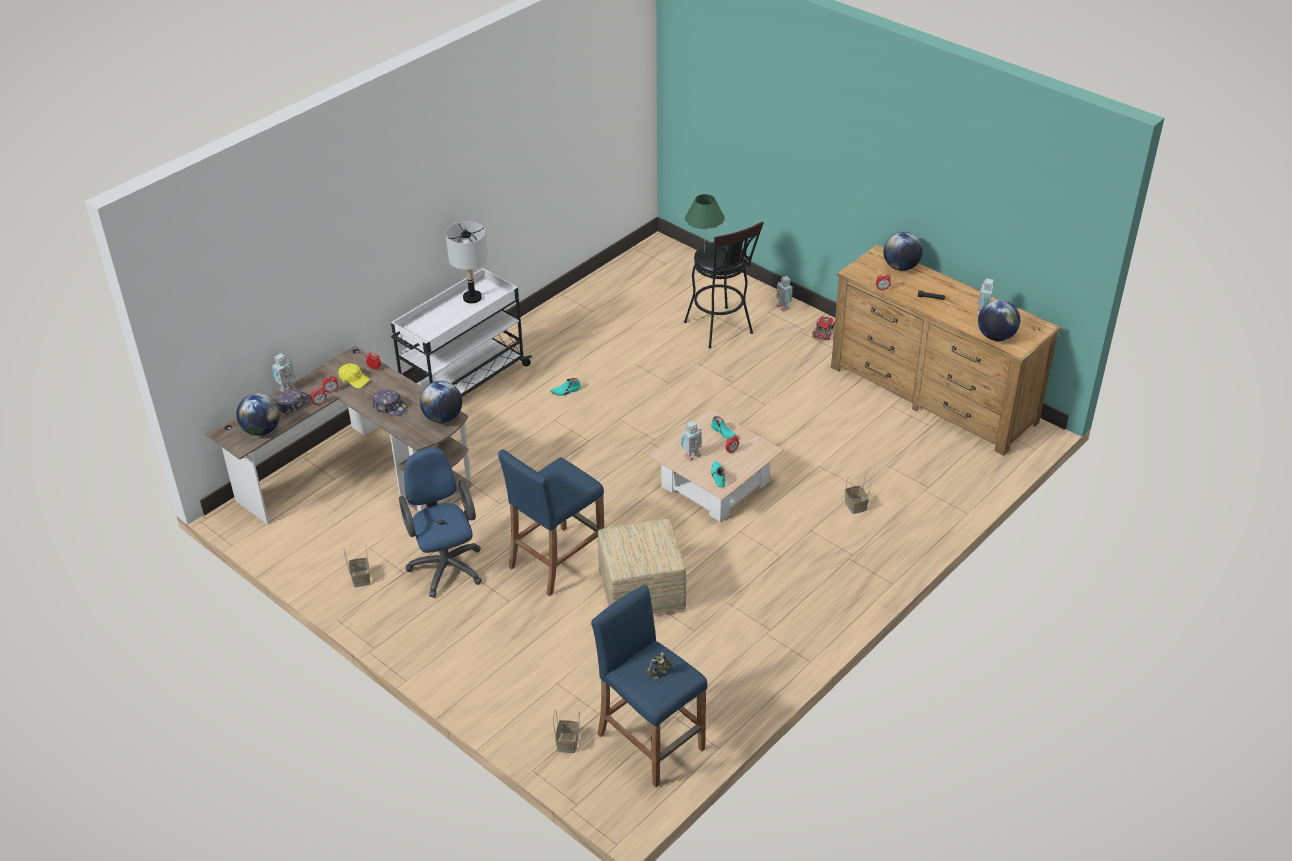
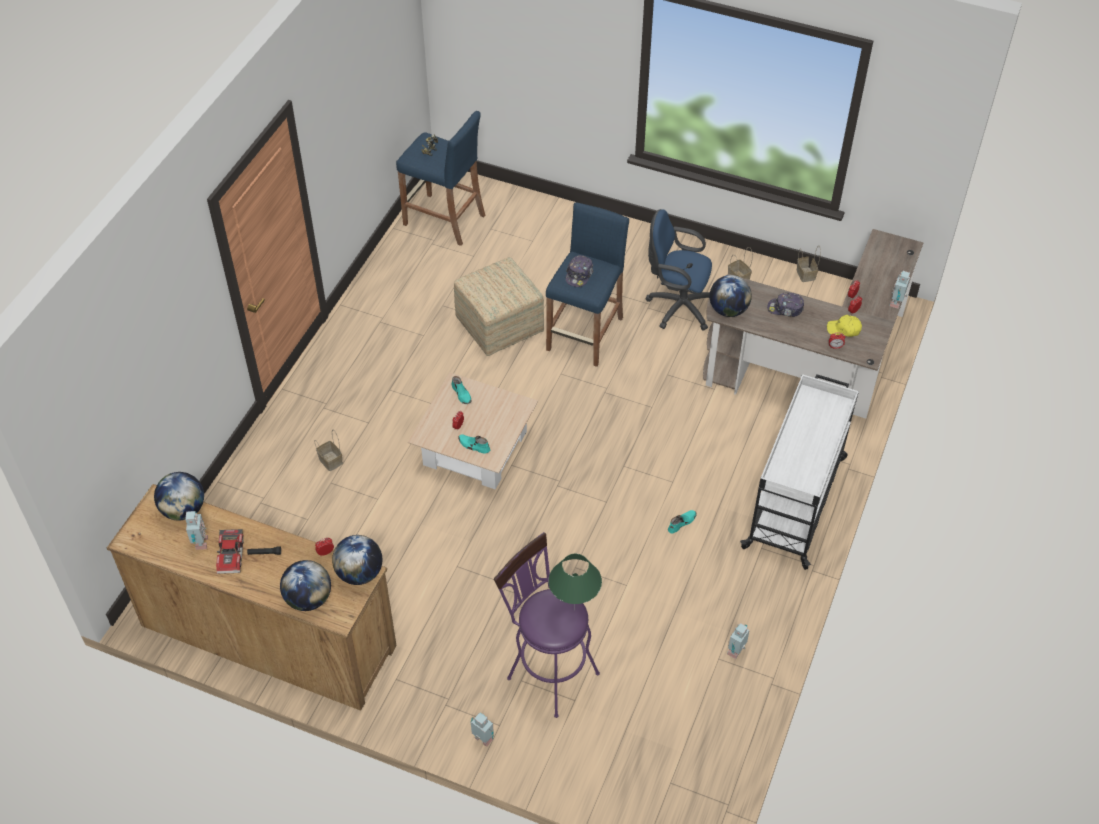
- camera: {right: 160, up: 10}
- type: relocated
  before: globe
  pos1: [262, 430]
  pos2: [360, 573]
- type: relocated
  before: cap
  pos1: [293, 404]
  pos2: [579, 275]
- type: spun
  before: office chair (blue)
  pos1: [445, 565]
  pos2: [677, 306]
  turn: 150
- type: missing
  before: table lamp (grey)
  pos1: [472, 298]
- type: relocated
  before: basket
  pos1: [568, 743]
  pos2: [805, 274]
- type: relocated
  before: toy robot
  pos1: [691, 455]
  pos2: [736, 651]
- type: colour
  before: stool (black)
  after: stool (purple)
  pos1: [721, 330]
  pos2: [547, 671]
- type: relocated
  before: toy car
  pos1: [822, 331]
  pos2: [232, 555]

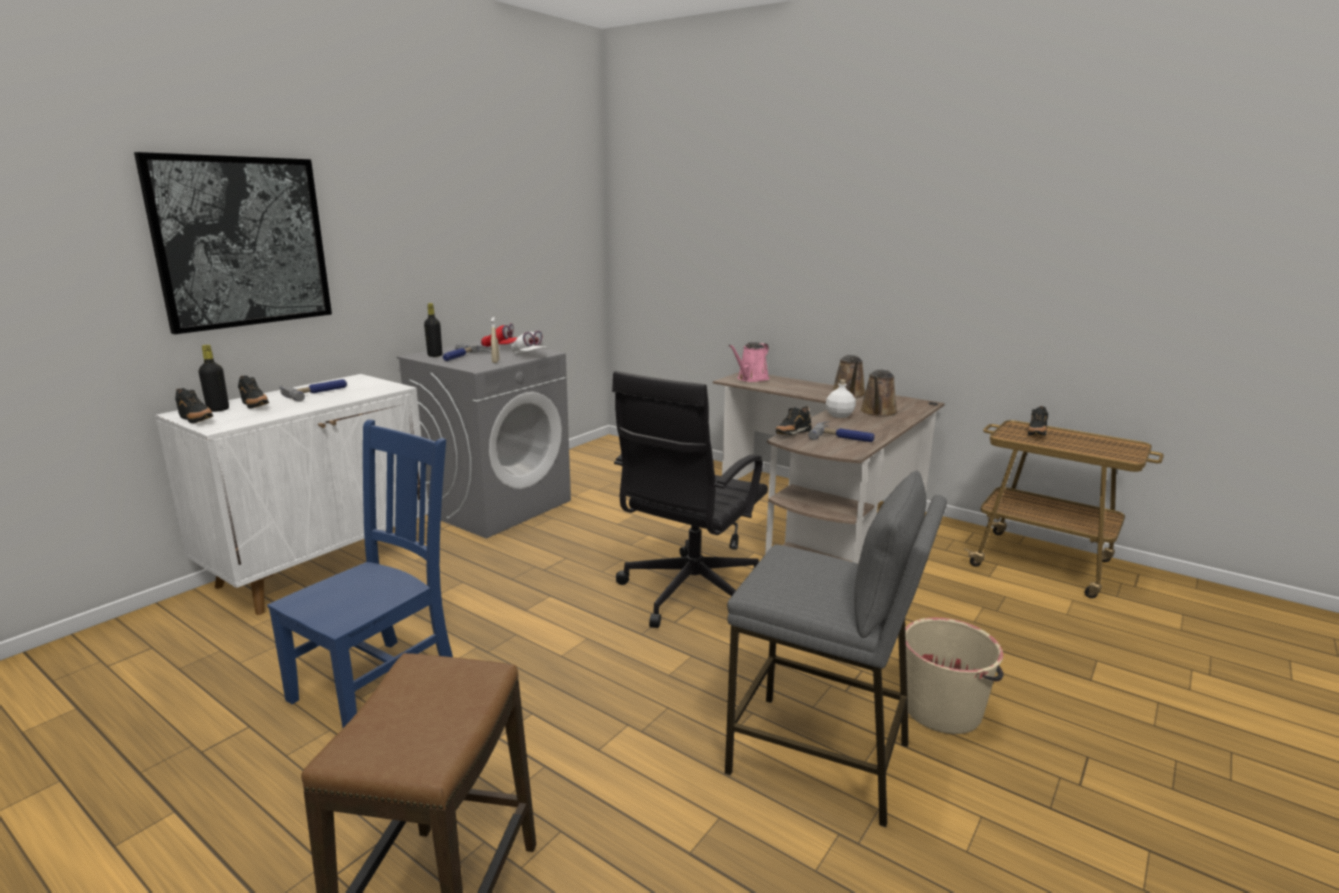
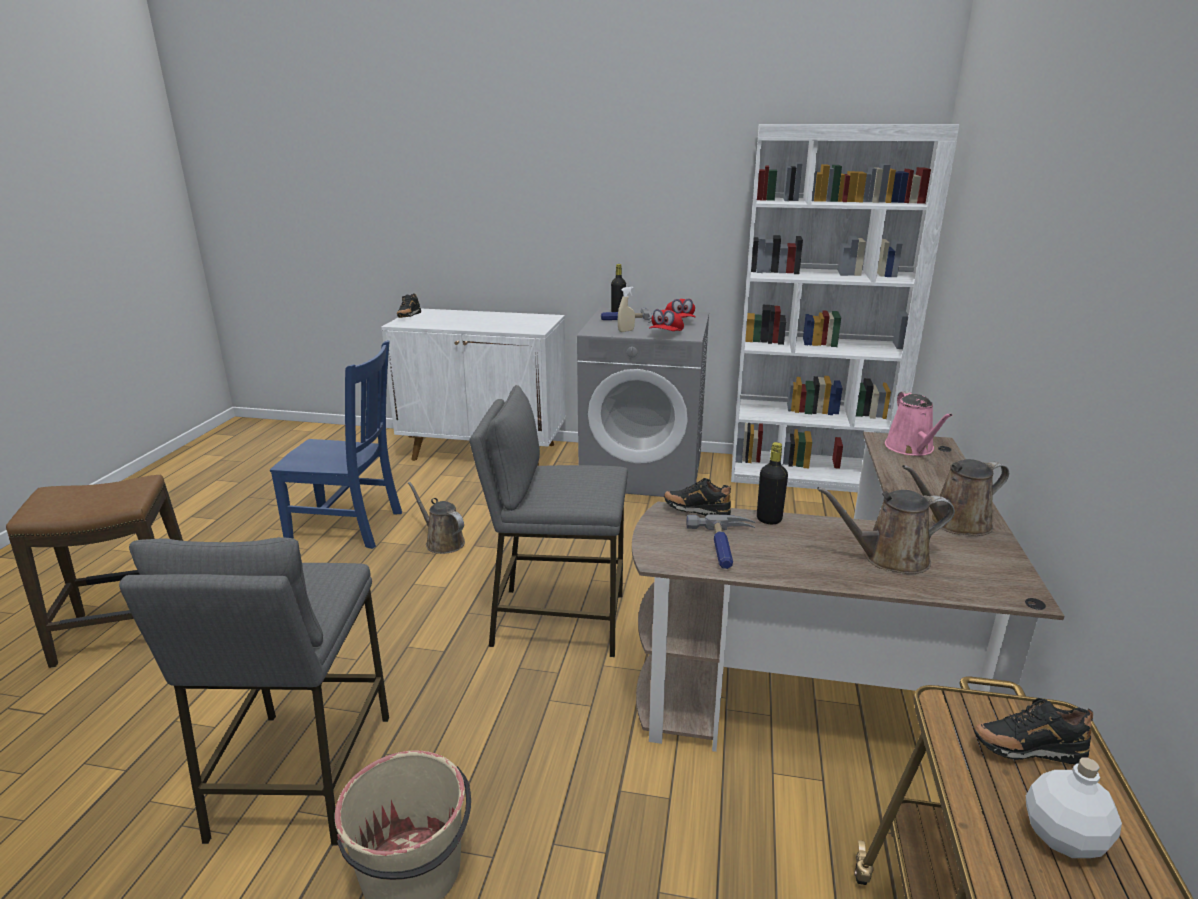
- camera: {right: 65, up: 5}
- type: missing
  before: picture
  pos1: [242, 242]
- type: relocated
  before: bottle (black)
  pos1: [218, 409]
  pos2: [769, 519]
- type: missing
  before: shoe (black)
  pos1: [254, 406]
- type: missing
  before: hammer
  pos1: [315, 392]
- type: colour
  before: cap (white)
  after: cap (red)
  pos1: [530, 355]
  pos2: [666, 334]
- type: exchanged
  before: office chair (black)
  after: stool (grey)
  pos1: [689, 594]
  pos2: [558, 619]
- type: spun
  before: watering can (pink)
  pos1: [751, 379]
  pos2: [911, 448]
  turn: -105
- type: relocated
  before: bottle (white)
  pos1: [839, 415]
  pos2: [1063, 836]
- type: appeared
  after: watering can (brown)
  pos2: [442, 542]
- type: appeared
  after: bookcase (white)
  pos2: [809, 475]

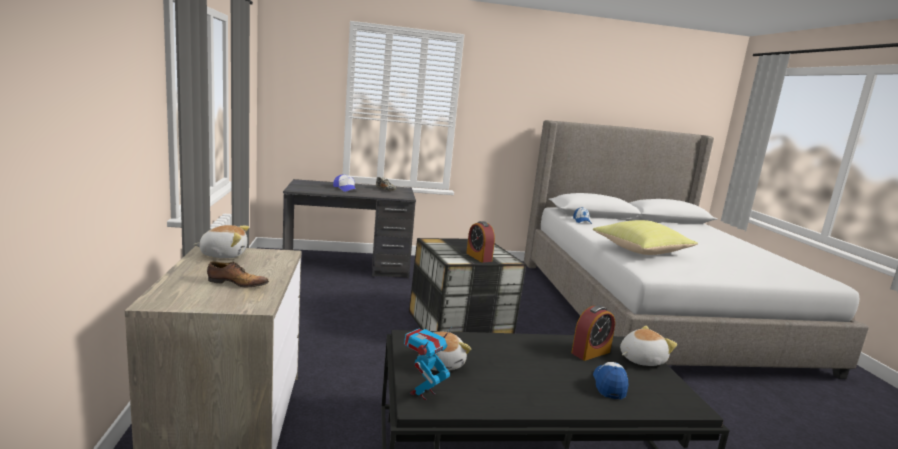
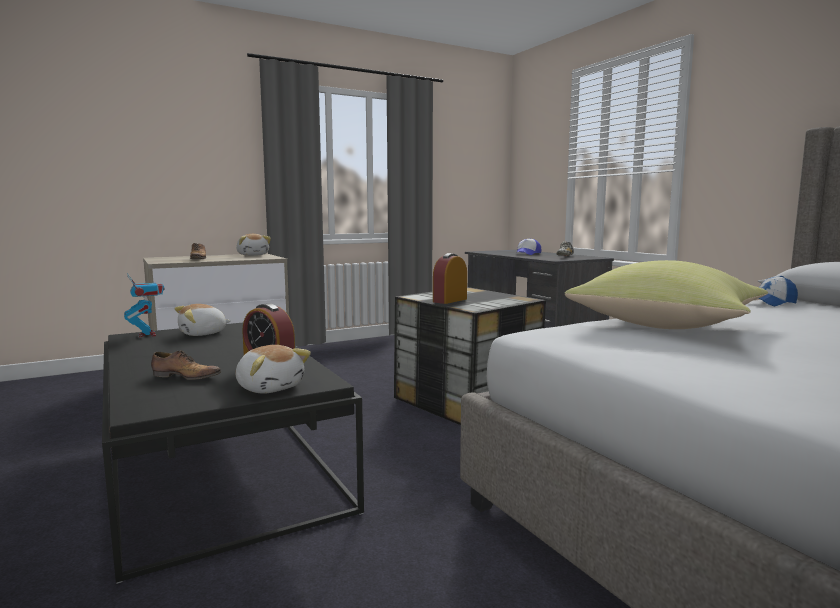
- camera: {right: 70, up: -5}
- type: spun
  before: toy robot
  pos1: [423, 393]
  pos2: [147, 335]
  turn: 45
- type: exchanged
  before: cap
  after: shoe
  pos1: [609, 385]
  pos2: [185, 377]

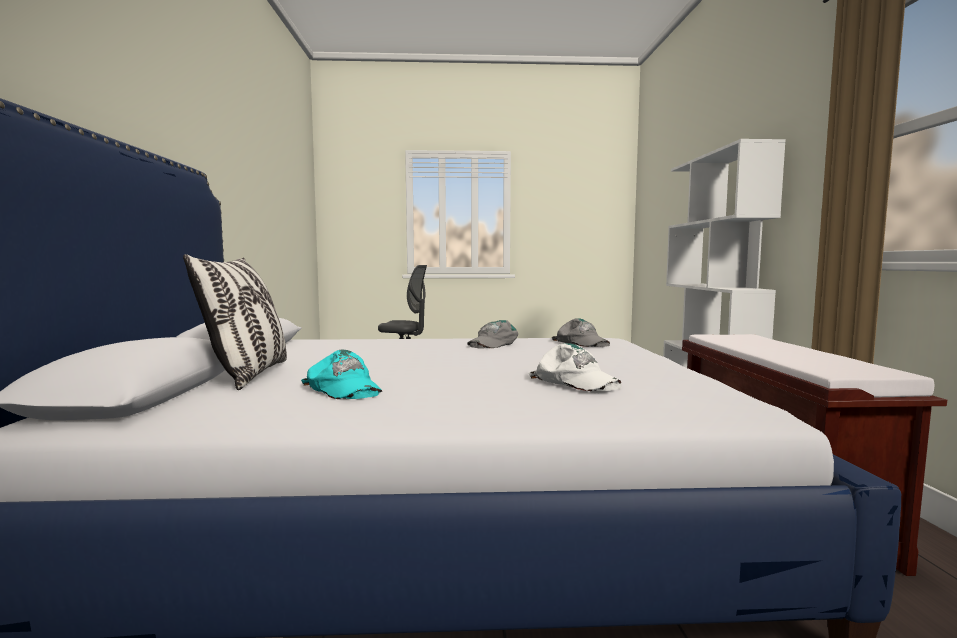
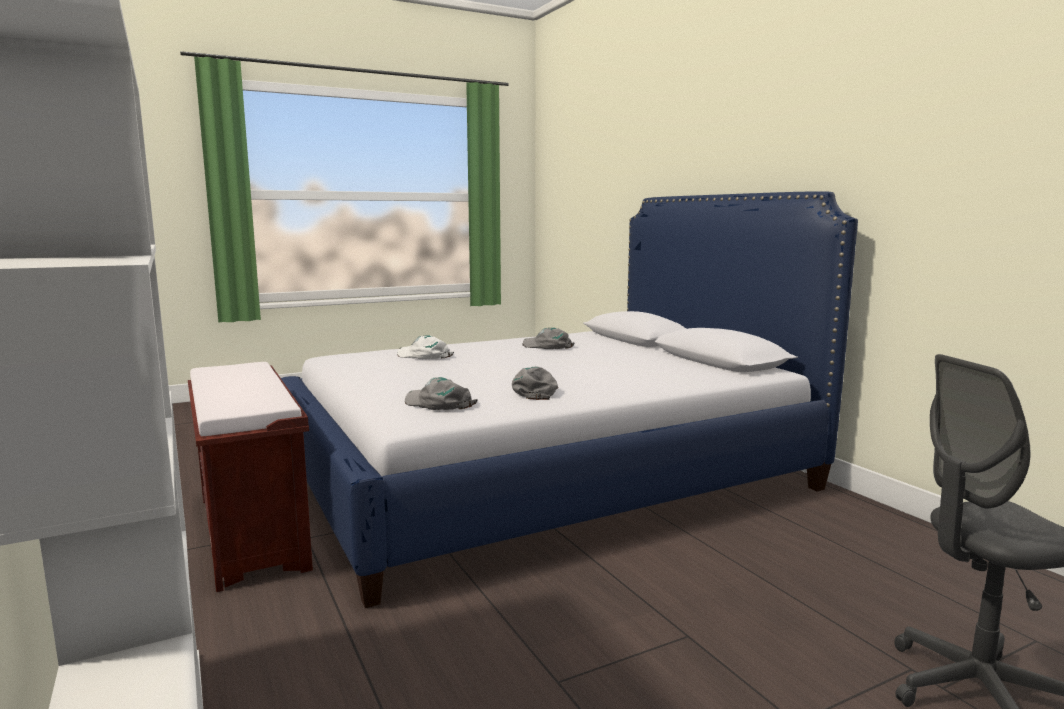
- camera: {right: 155, up: 5}
- type: missing
  before: pillow
  pos1: [248, 375]
- type: colour
  before: cap (turquoise)
  after: cap (grey)
  pos1: [343, 388]
  pos2: [548, 346]

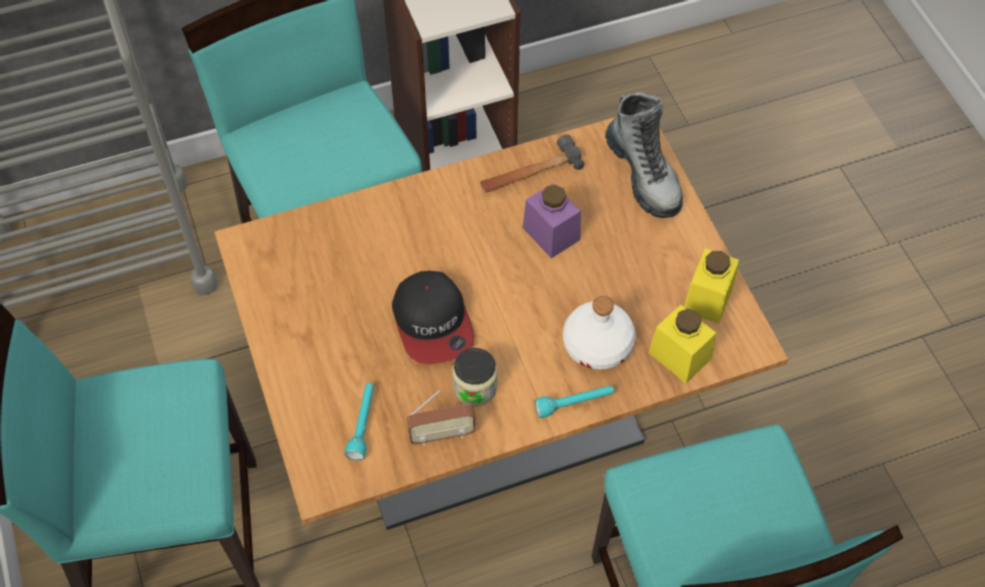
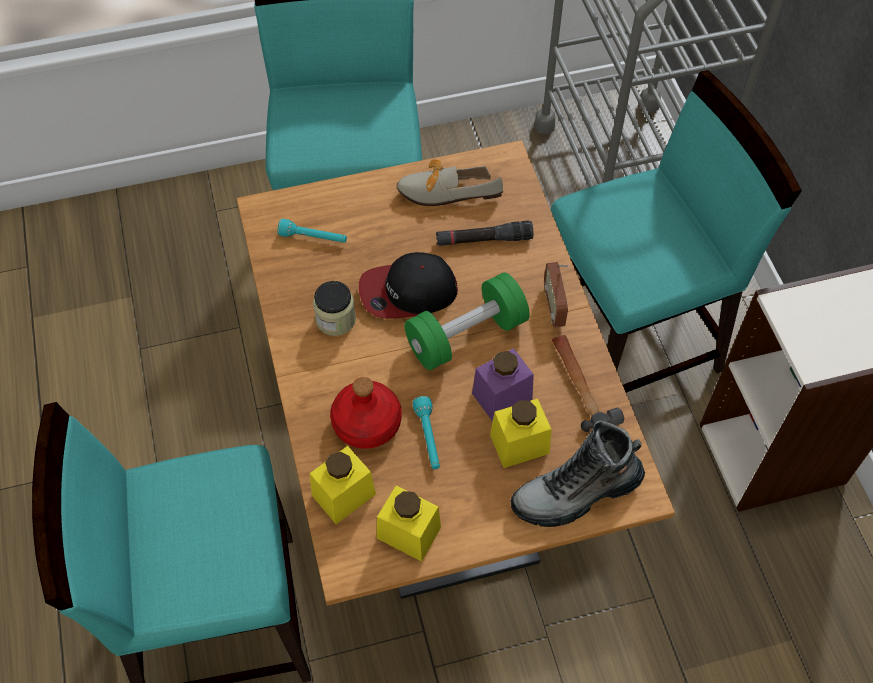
- camera: {right: 95, up: 0}
- type: relocated
  before: radio
  pos1: [442, 435]
  pos2: [554, 307]
- type: relocated
  before: flashlight (turquoise)
  pos1: [574, 403]
  pos2: [428, 438]
- type: colour
  before: bottle (white)
  after: bottle (red)
  pos1: [598, 345]
  pos2: [366, 423]
- type: appeared
  after: shoe
  pos2: [442, 191]
- type: appeared
  after: dumbbell (green)
  pos2: [466, 335]
- type: appeared
  after: flashlight (black)
  pos2: [484, 240]
- type: appeared
  after: jar (yellow)
  pos2: [519, 444]

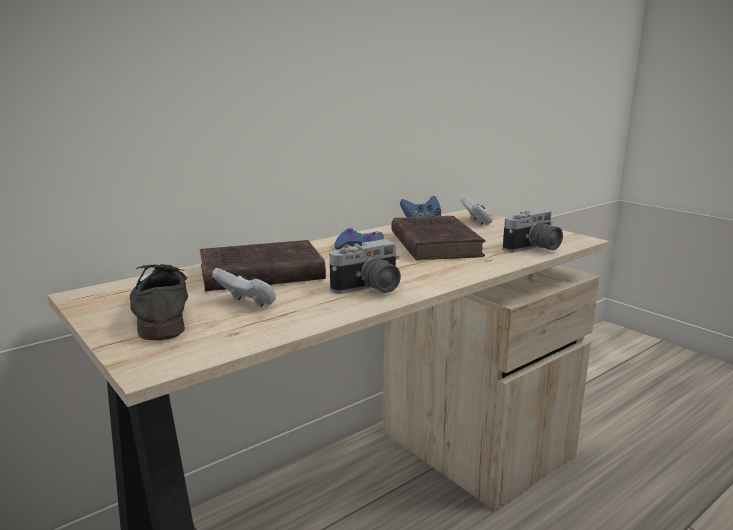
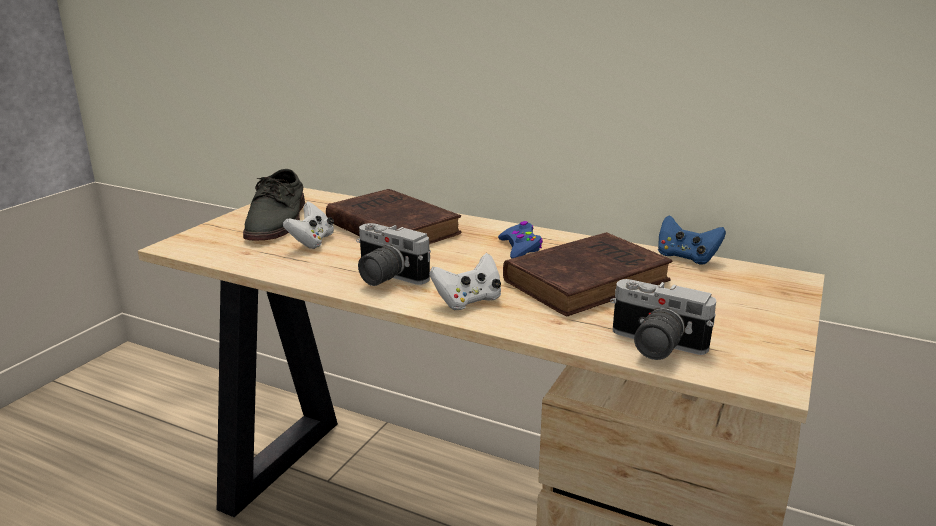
- camera: {right: 65, up: 5}
- type: spun
  before: shoe (grey)
  pos1: [160, 311]
  pos2: [278, 221]
  turn: 135
- type: relocated
  before: game controller (white)
  pos1: [476, 222]
  pos2: [468, 301]

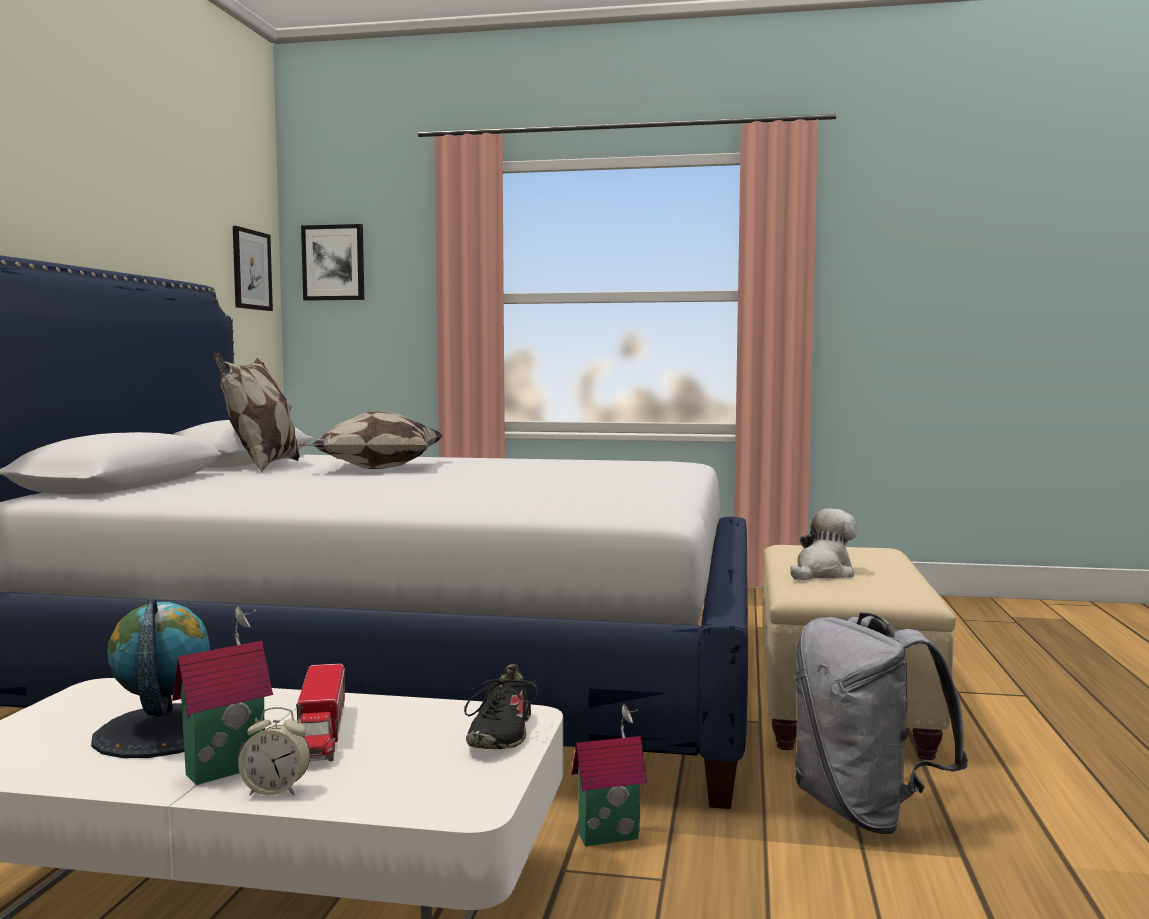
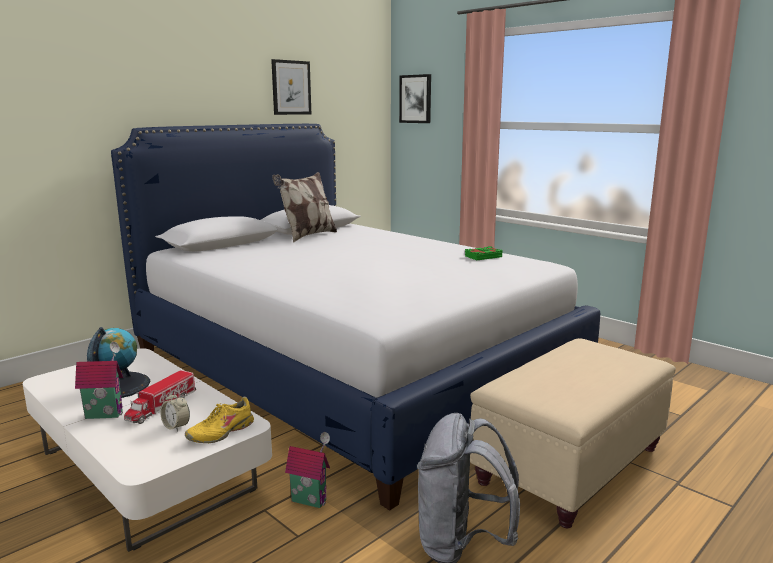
- camera: {right: 35, up: 10}
- type: relocated
  before: picture
  pos1: [251, 270]
  pos2: [291, 87]
- type: relocated
  before: alarm clock
  pos1: [276, 790]
  pos2: [176, 426]
- type: missing
  before: pillow
  pos1: [375, 469]
- type: colour
  before: shoe (black)
  after: shoe (yellow)
  pos1: [499, 733]
  pos2: [221, 432]
- type: missing
  before: plush toy
  pos1: [822, 573]
- type: appeared
  after: book (green)
  pos2: [483, 256]

